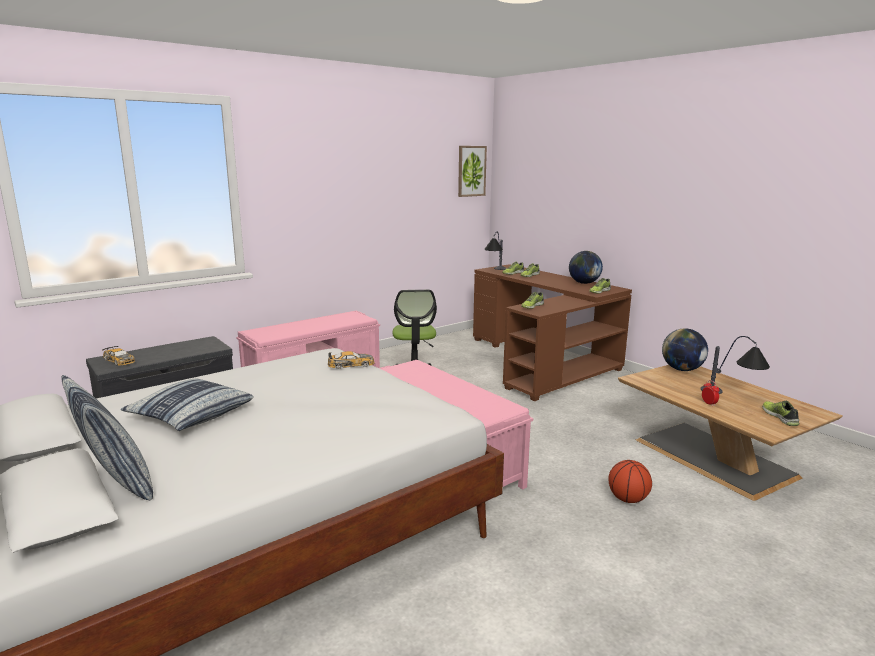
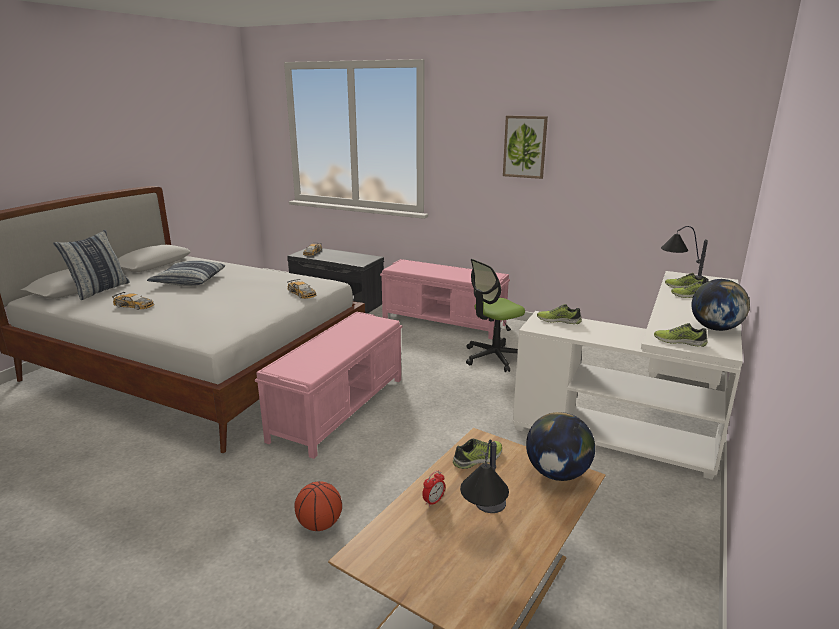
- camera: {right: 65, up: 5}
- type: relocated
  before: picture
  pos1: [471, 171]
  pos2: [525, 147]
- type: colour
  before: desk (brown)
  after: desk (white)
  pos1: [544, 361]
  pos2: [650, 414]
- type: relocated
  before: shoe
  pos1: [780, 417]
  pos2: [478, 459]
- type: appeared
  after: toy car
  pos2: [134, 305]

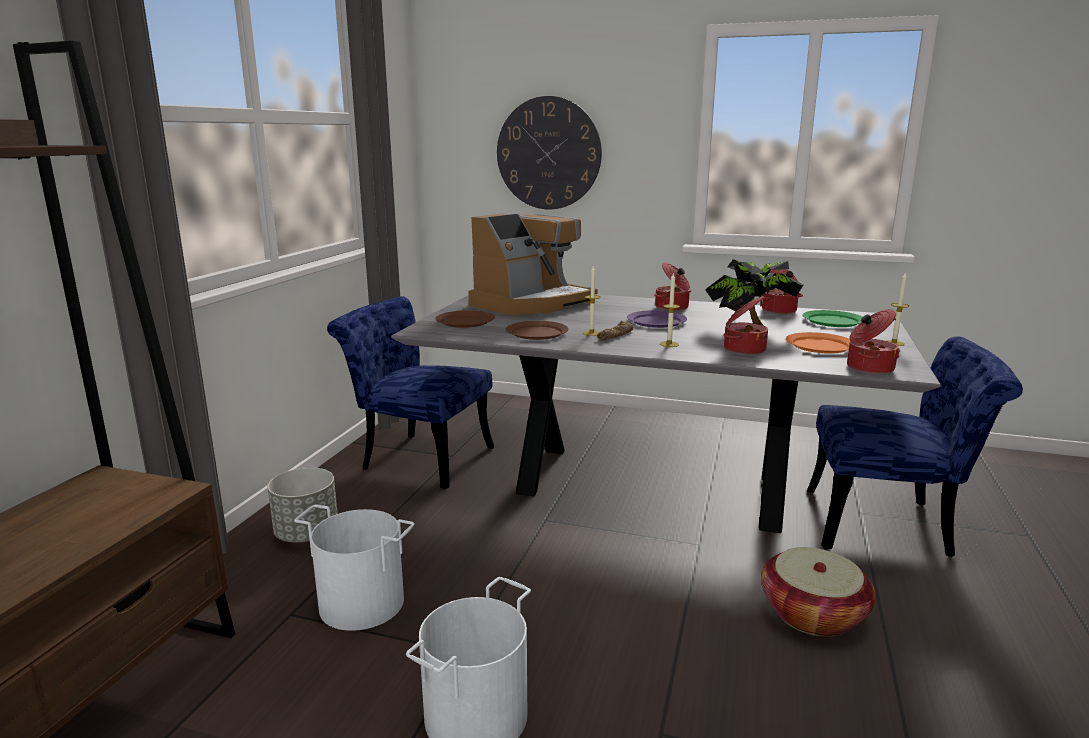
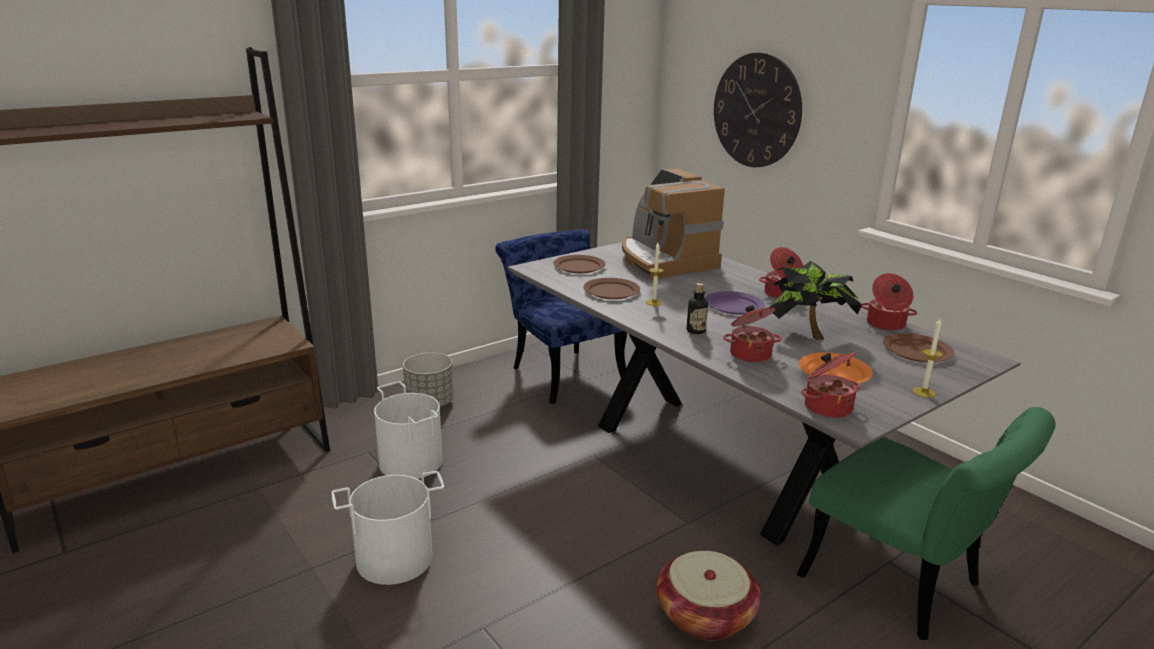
- camera: {right: 35, up: 5}
- type: spun
  before: coffee machine
  pos1: [532, 303]
  pos2: [664, 261]
  turn: 75
- type: missing
  before: bread
  pos1: [616, 335]
- type: exchanged
  before: candle
  after: bottle
  pos1: [669, 344]
  pos2: [695, 331]
- type: colour
  before: plate (green)
  after: plate (brown)
  pos1: [832, 321]
  pos2: [916, 351]
- type: colour
  before: chair (blue)
  after: chair (green)
  pos1: [891, 525]
  pos2: [903, 586]

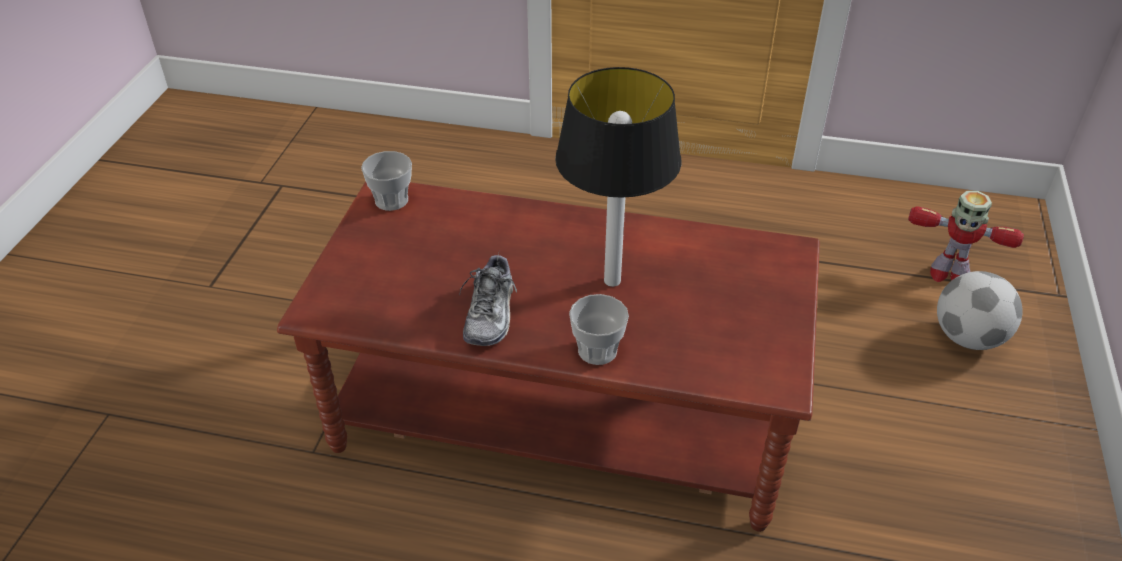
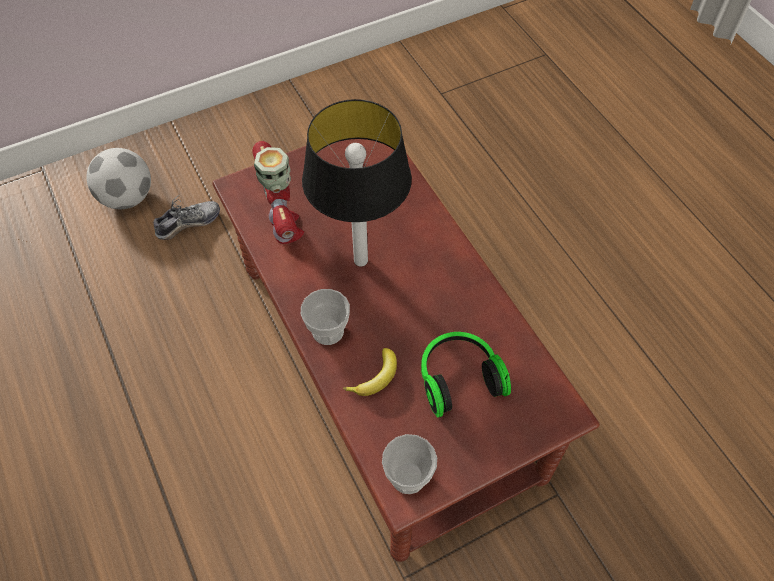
- camera: {right: -130, up: 15}
- type: relocated
  before: shoe
  pos1: [490, 314]
  pos2: [188, 223]
- type: relocated
  before: cup
  pos1: [597, 350]
  pos2: [328, 331]
- type: relocated
  before: toy robot
  pos1: [948, 274]
  pos2: [285, 228]
- type: appeared
  after: banana
  pos2: [376, 377]
- type: appeared
  after: headphones
  pos2: [458, 378]

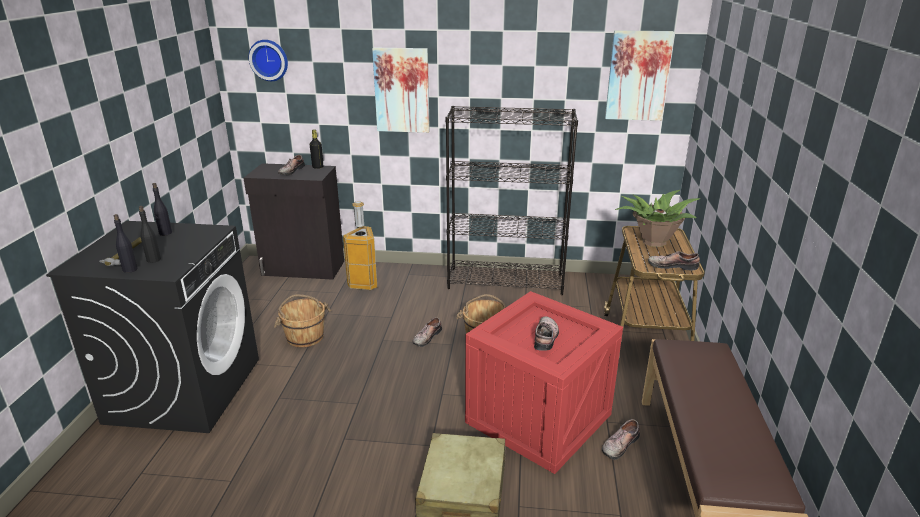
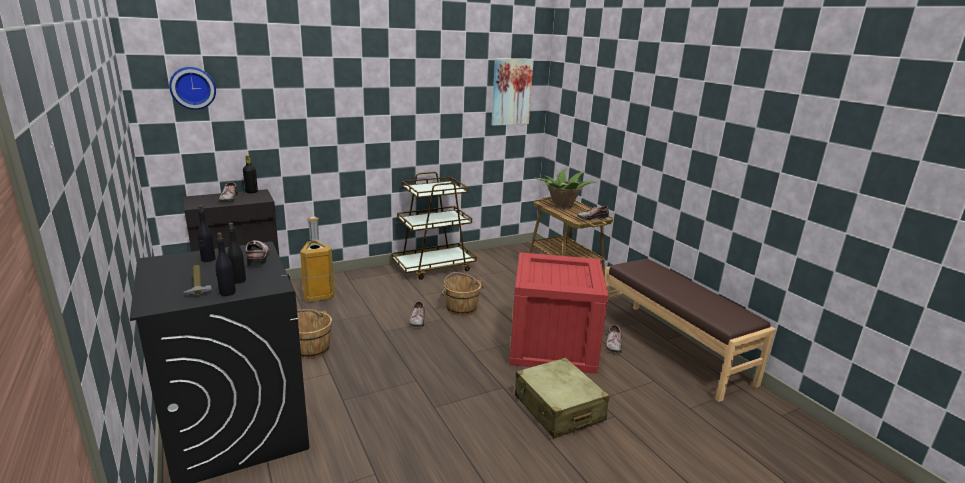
- camera: {right: -35, up: -5}
- type: missing
  before: picture
  pos1: [402, 90]
- type: exchanged
  before: bookcase (black)
  after: cart (brown)
  pos1: [506, 281]
  pos2: [434, 267]
- type: relocated
  before: shoe
  pos1: [546, 338]
  pos2: [258, 257]

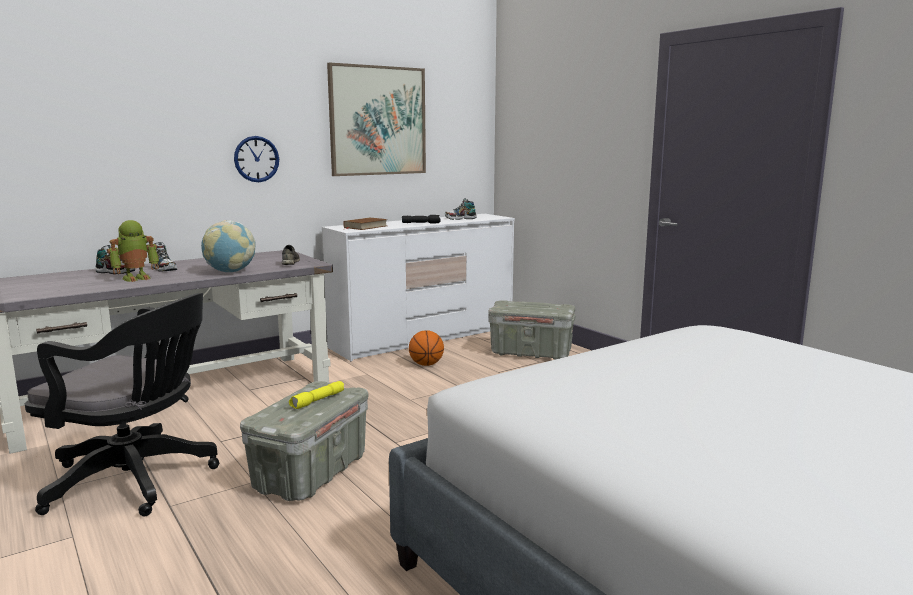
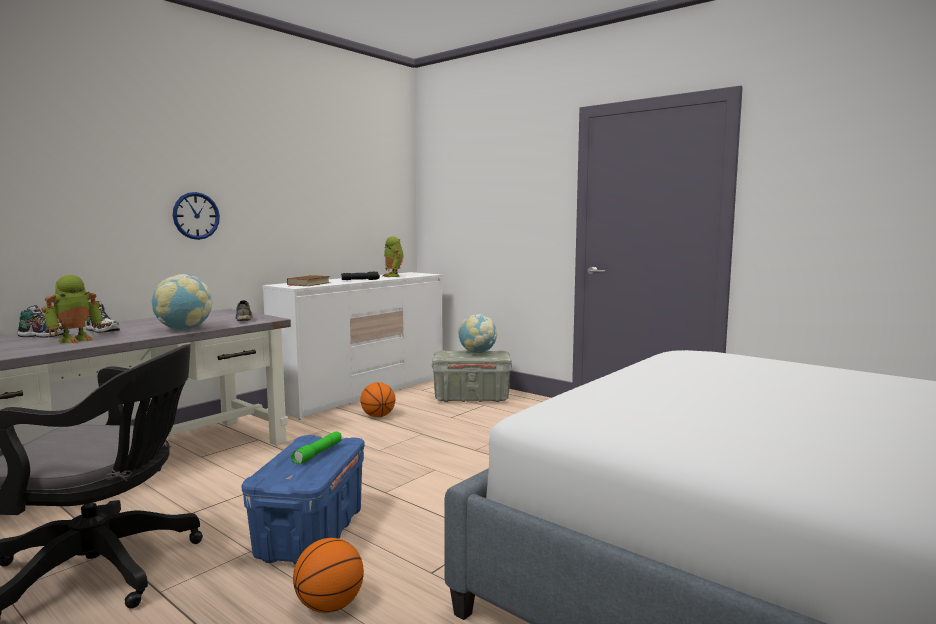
- camera: {right: -15, up: -5}
- type: colour
  before: storage box (grey)
  after: storage box (blue)
  pos1: [311, 472]
  pos2: [311, 533]
- type: colour
  before: flashlight (yellow)
  after: flashlight (green)
  pos1: [318, 401]
  pos2: [318, 454]
- type: missing
  before: picture
  pos1: [378, 121]
- type: exchanged
  before: shoe
  after: toy robot
  pos1: [460, 219]
  pos2: [393, 276]
- type: appeared
  after: basketball
  pos2: [329, 606]
- type: appeared
  after: globe
  pos2: [477, 352]

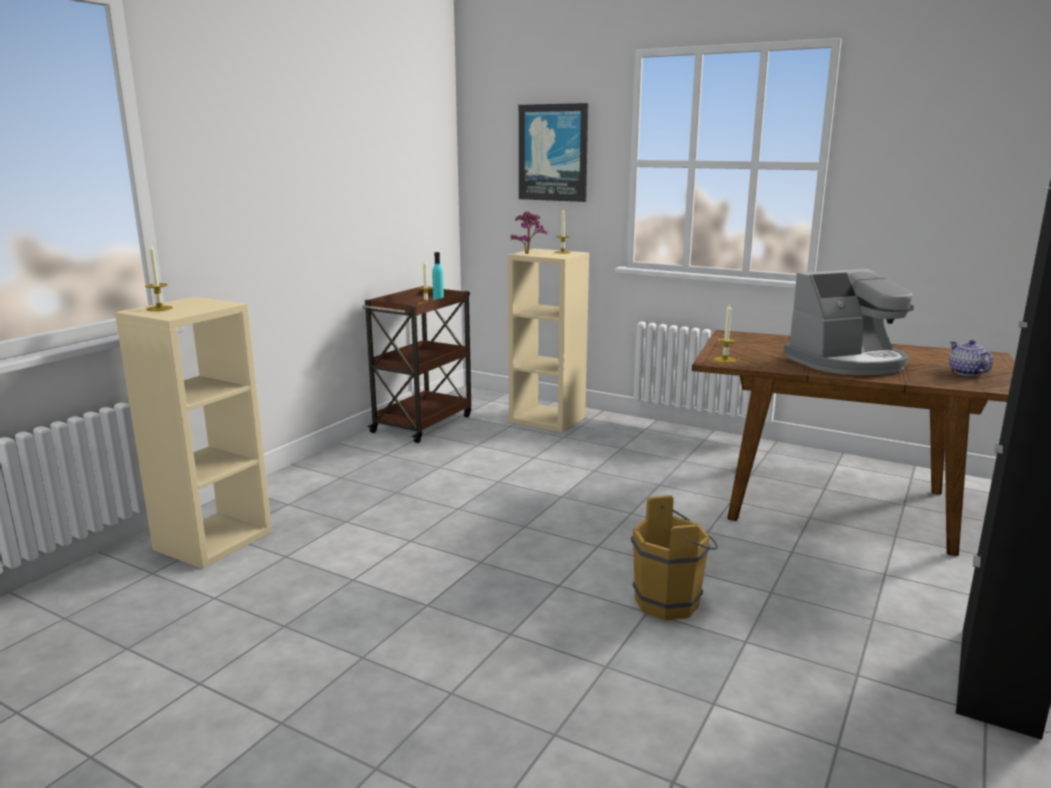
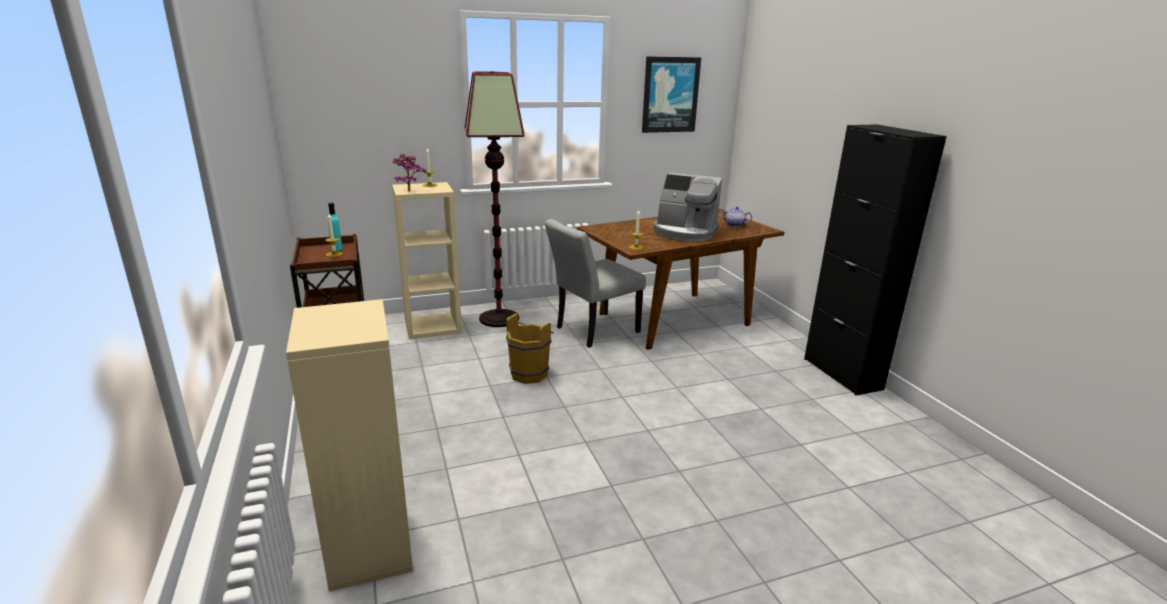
- camera: {right: -50, up: 5}
- type: missing
  before: candle
  pos1: [159, 308]
- type: relocated
  before: picture
  pos1: [553, 153]
  pos2: [670, 95]
- type: relocated
  before: bucket (brown)
  pos1: [672, 602]
  pos2: [531, 373]
- type: spun
  before: coffee machine
  pos1: [847, 362]
  pos2: [685, 232]
  turn: 90
- type: appeared
  after: floor lamp
  pos2: [499, 319]
- type: appeared
  after: chair (grey)
  pos2: [592, 331]

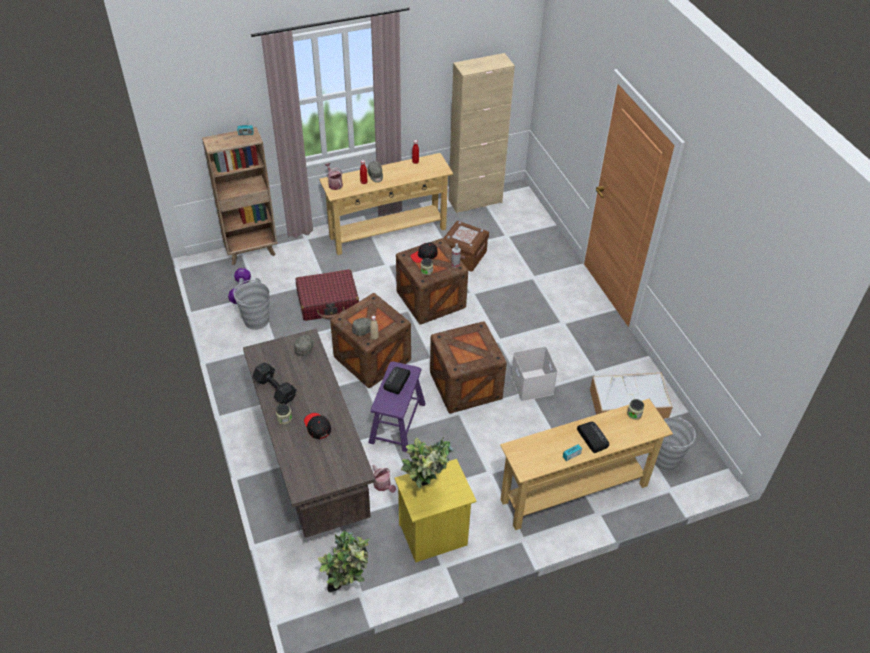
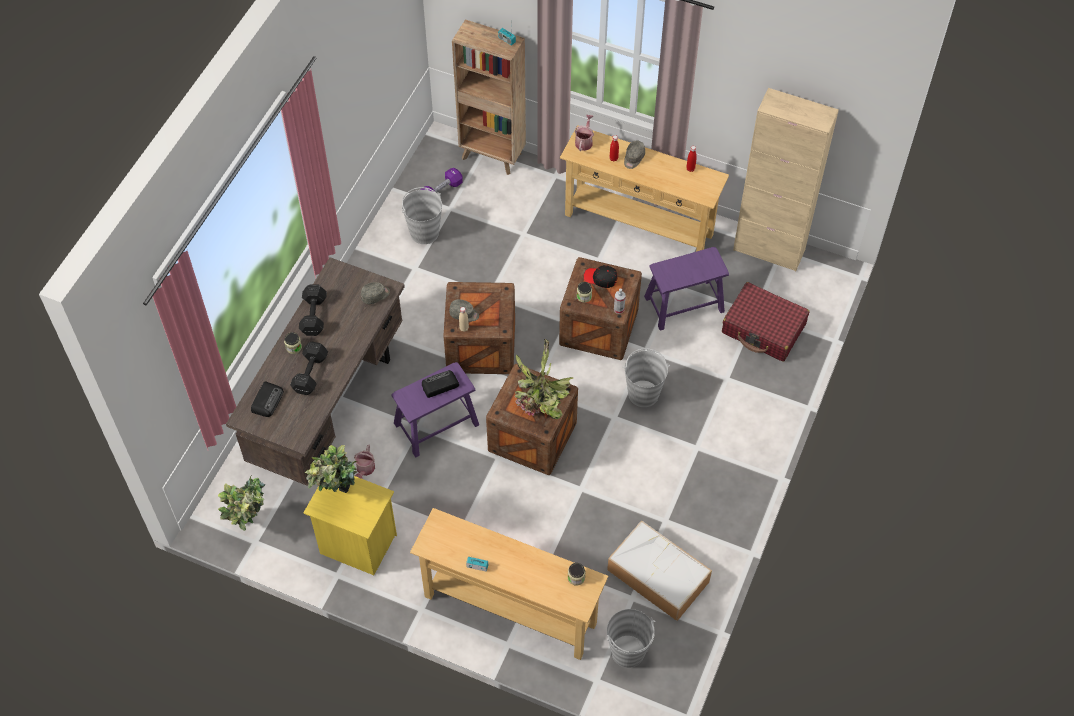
- camera: {right: 45, up: 10}
- type: relocated
  before: suitcase (red)
  pos1: [328, 302]
  pos2: [763, 329]
- type: exchanged
  before: cap (black)
  after: dumbbell (black)
  pos1: [317, 427]
  pos2: [309, 374]
- type: exchanged
  before: storage box (brown)
  after: stool (purple)
  pos1: [464, 256]
  pos2: [684, 304]
- type: missing
  before: storage box (white)
  pos1: [533, 385]
- type: relocated
  before: radio
  pos1: [592, 438]
  pos2: [267, 400]
- type: appeared
  after: potted plant
  pos2: [542, 403]
- type: appeared
  after: bucket (grey)
  pos2: [643, 393]

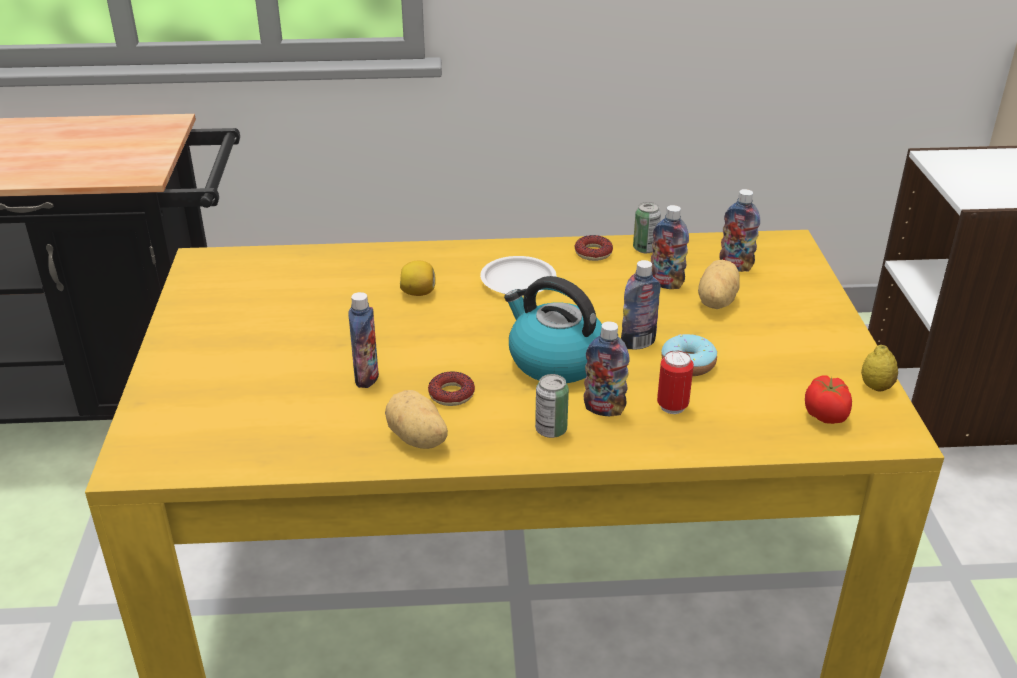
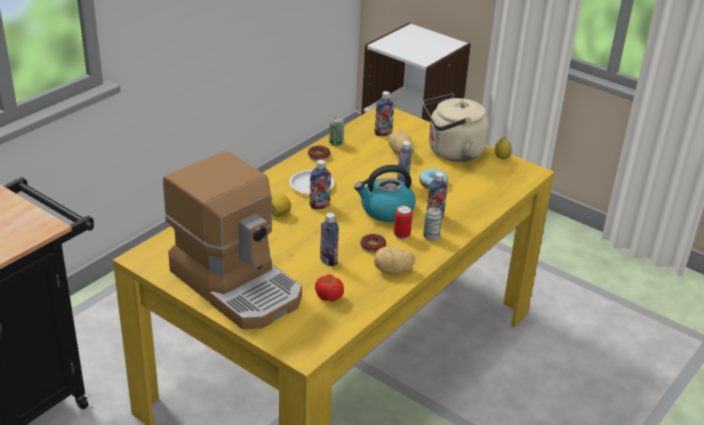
- camera: {right: -50, up: 0}
- type: relocated
  before: bottle
  pos1: [666, 283]
  pos2: [319, 205]
- type: relocated
  before: can
  pos1: [672, 406]
  pos2: [401, 235]
- type: relocated
  before: tomato
  pos1: [825, 415]
  pos2: [329, 297]
- type: appeared
  after: coffee machine
  pos2: [238, 284]
- type: appeared
  after: kettle (beige)
  pos2: [452, 152]

